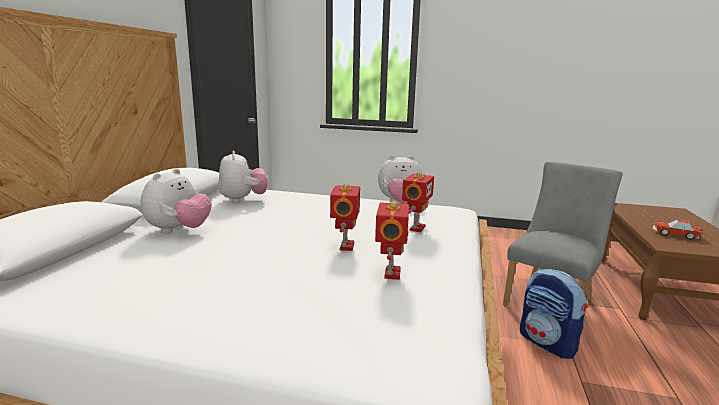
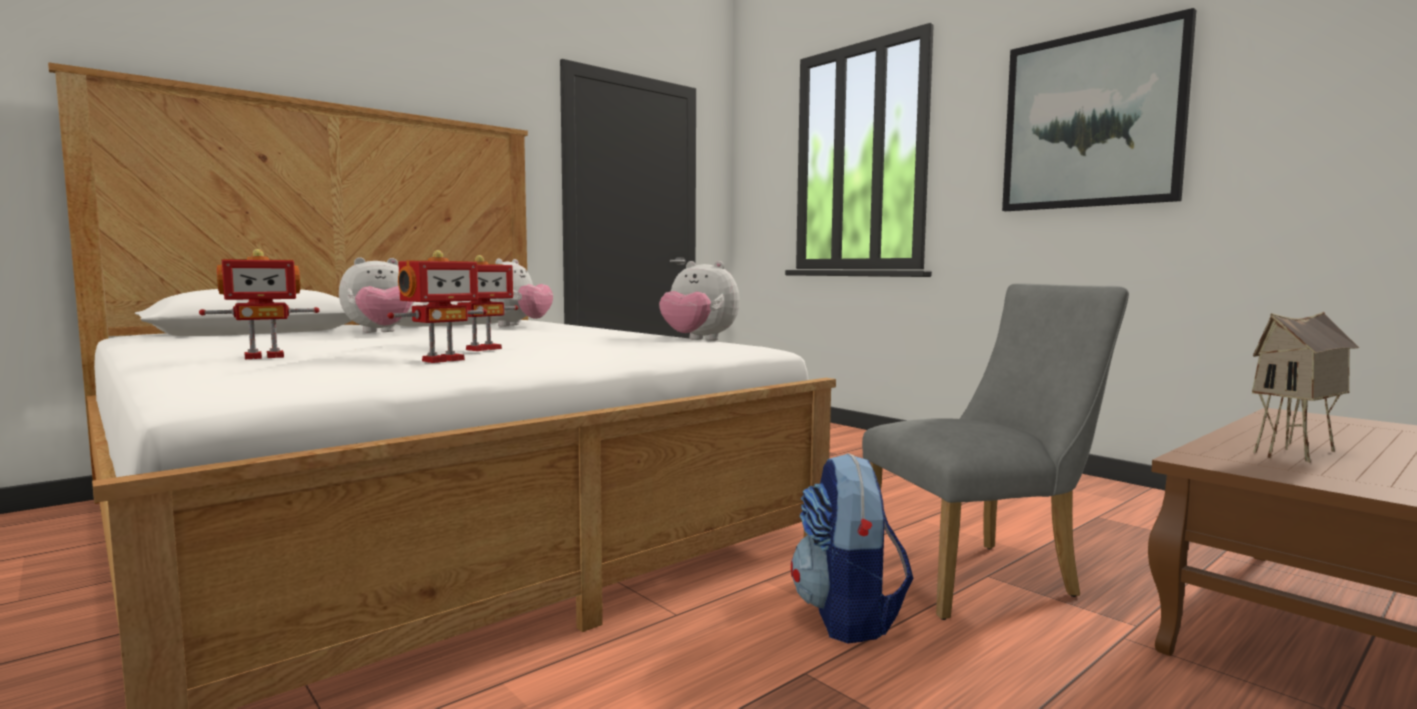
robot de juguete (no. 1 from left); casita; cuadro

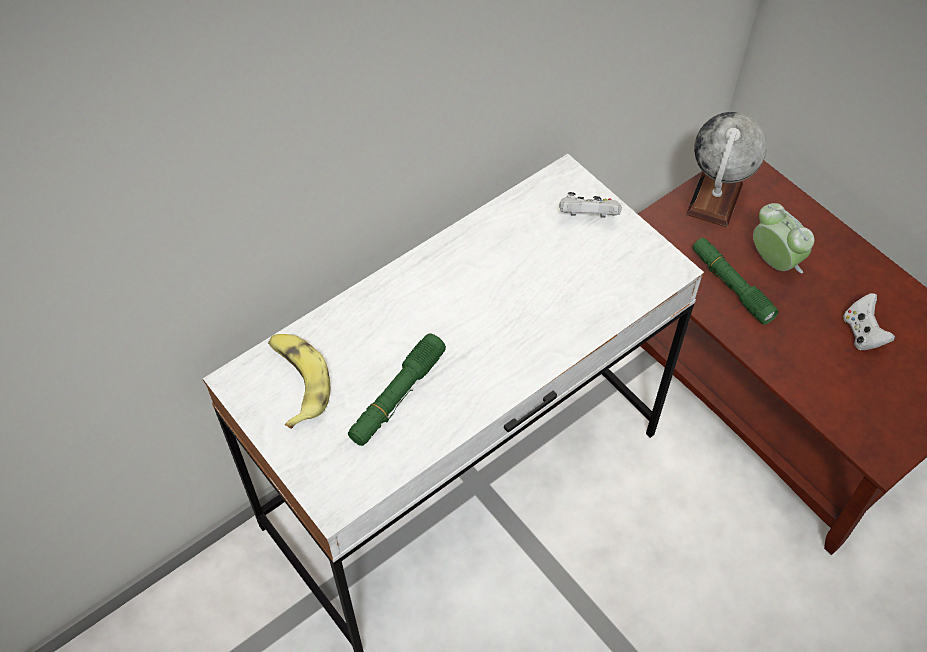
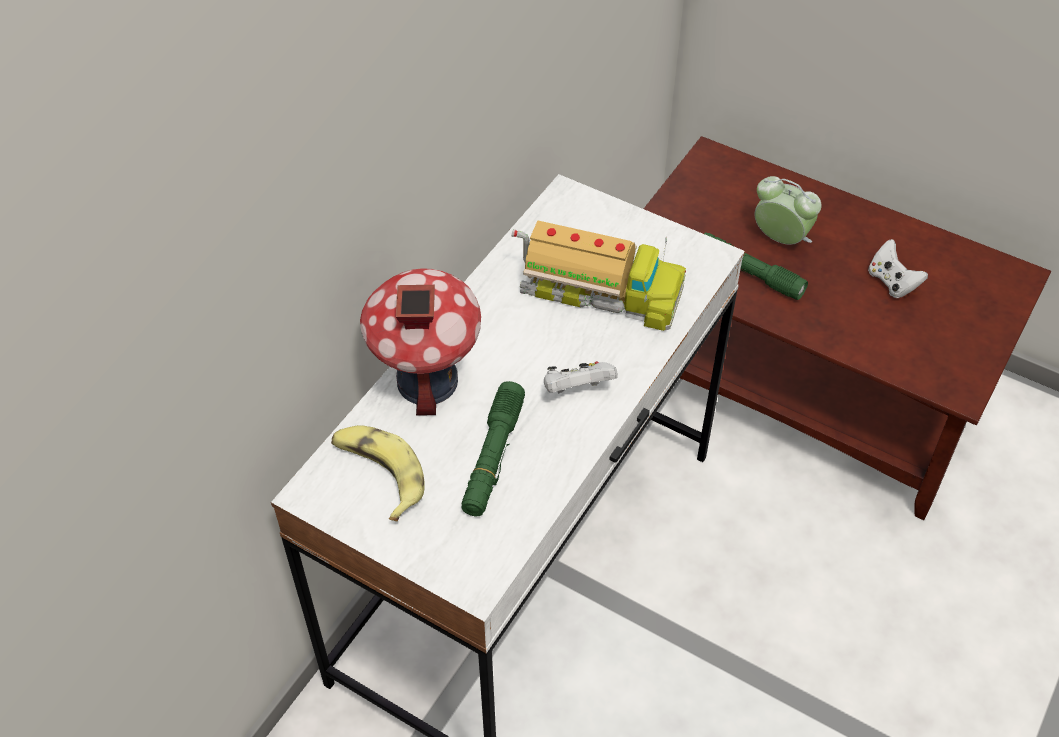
mando de consola/blanco (no. 1 from left); globo terráqueo; casita; camión de juguete

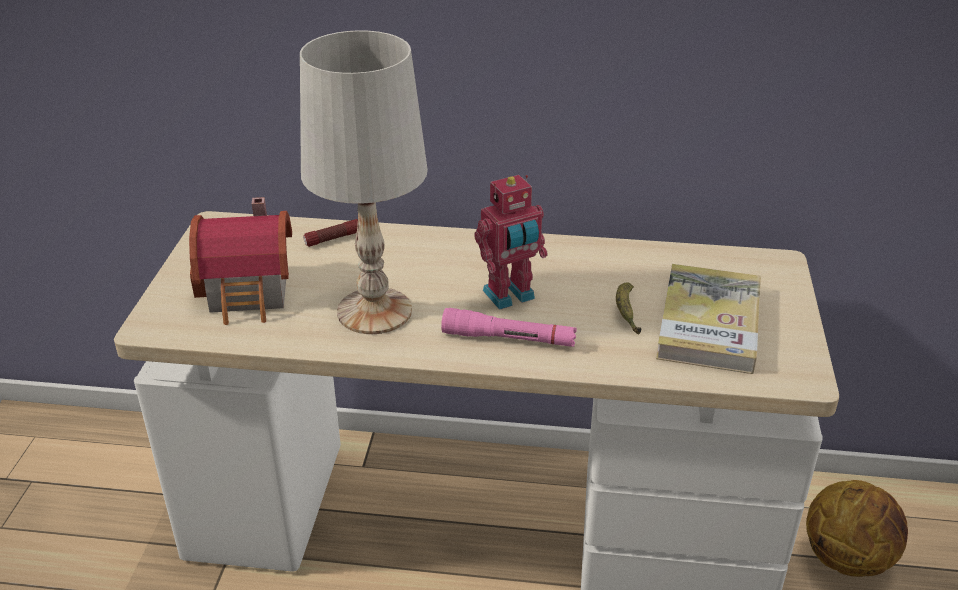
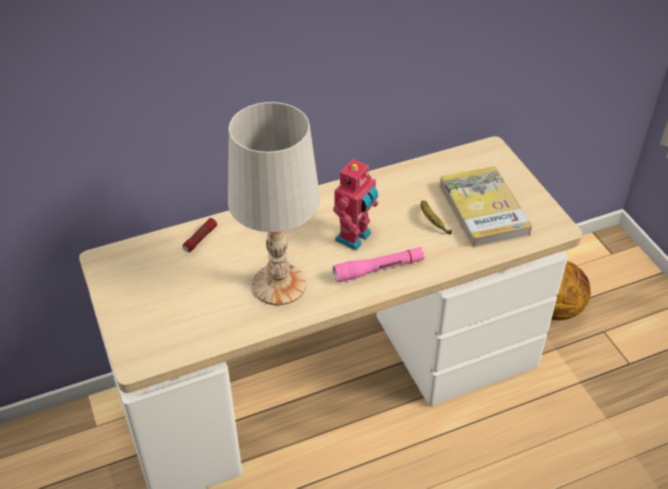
casita

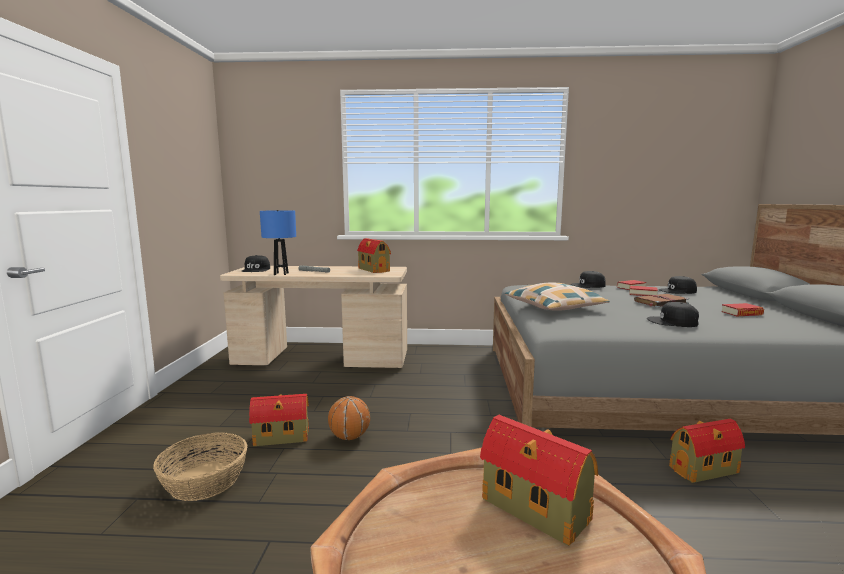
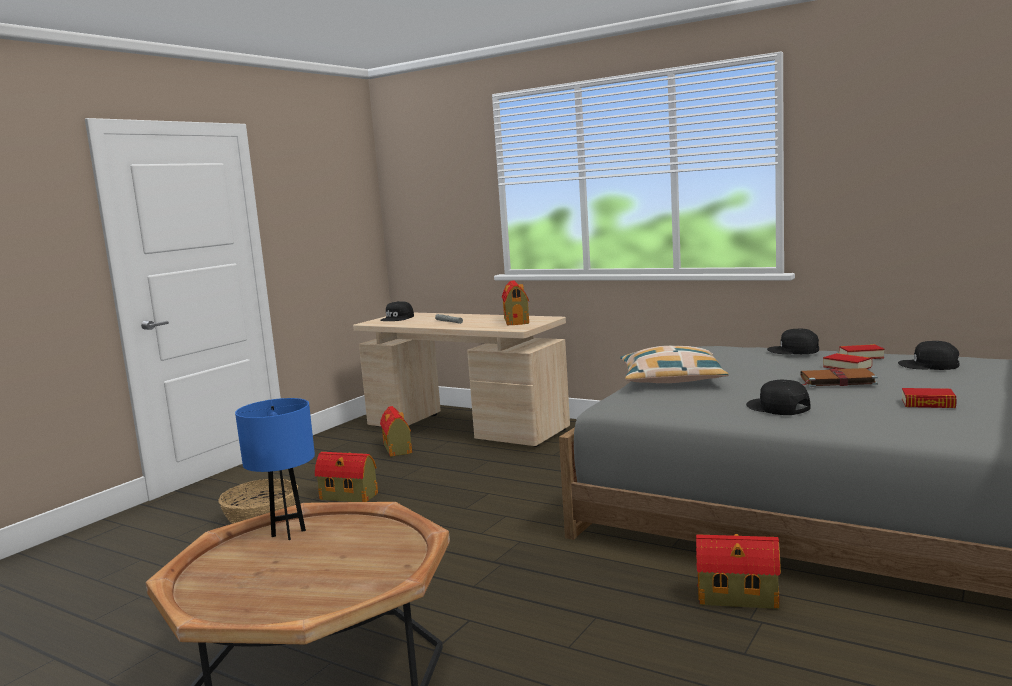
lámpara de mesa/azul; balón de baloncesto; casita (no. 2 from left)

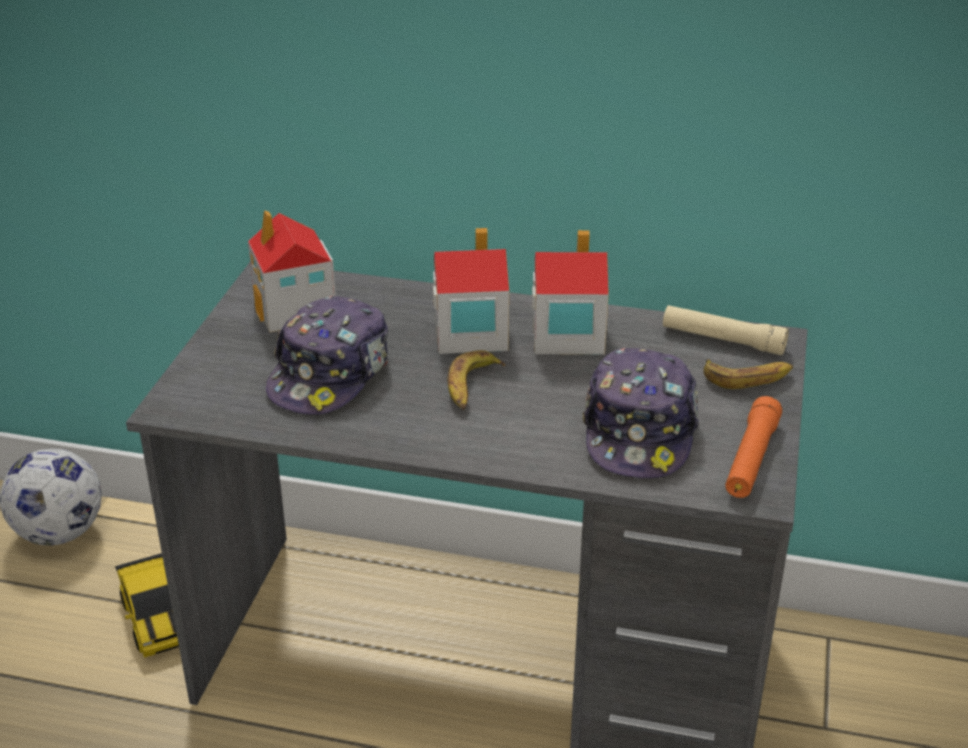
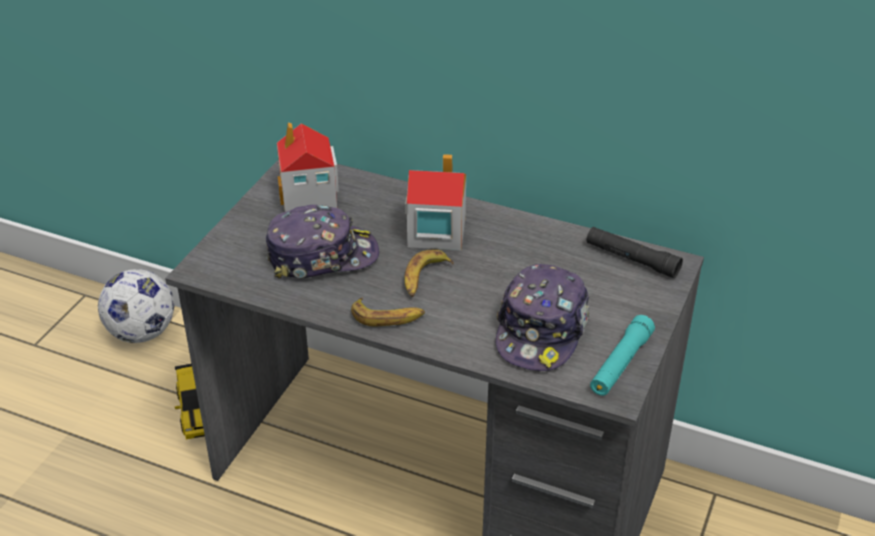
gorra (no. 1 from left); casita (no. 3 from left in the first image); linterna/negro; plátano (no. 1 from left); linterna/turquesa

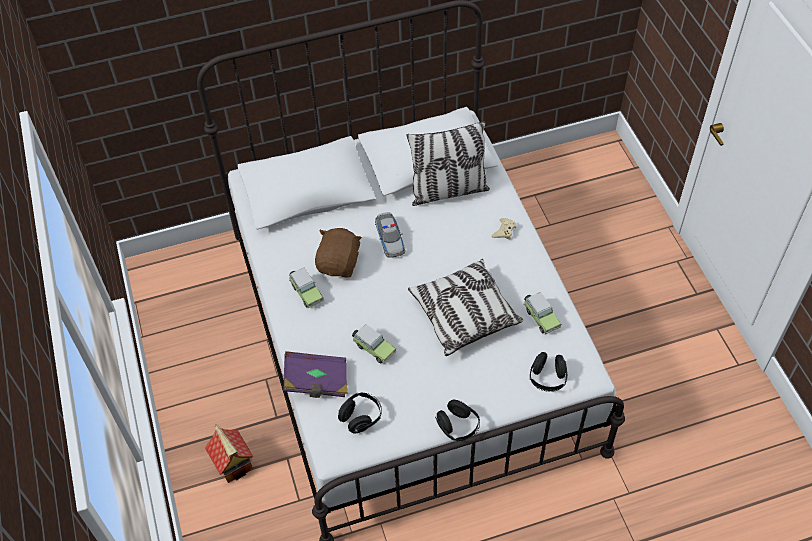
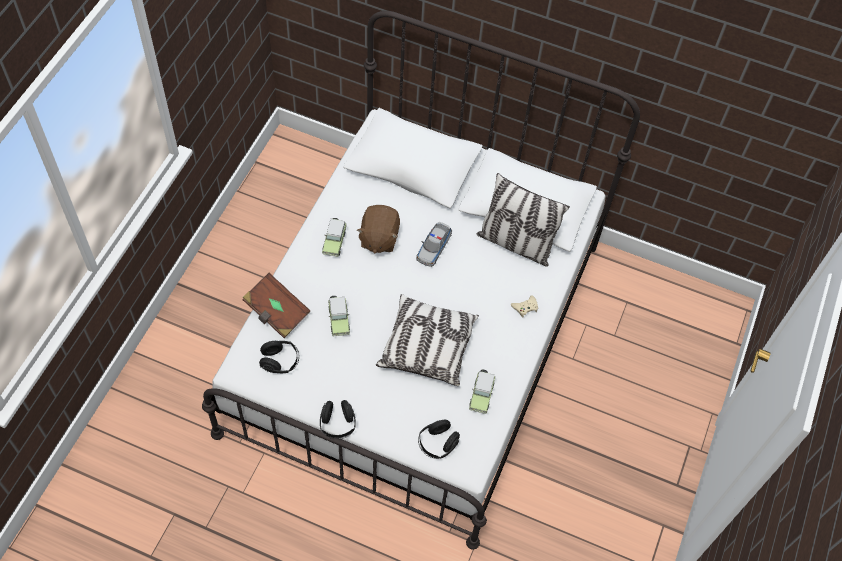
casita; libro/marrón; peluche/marrón

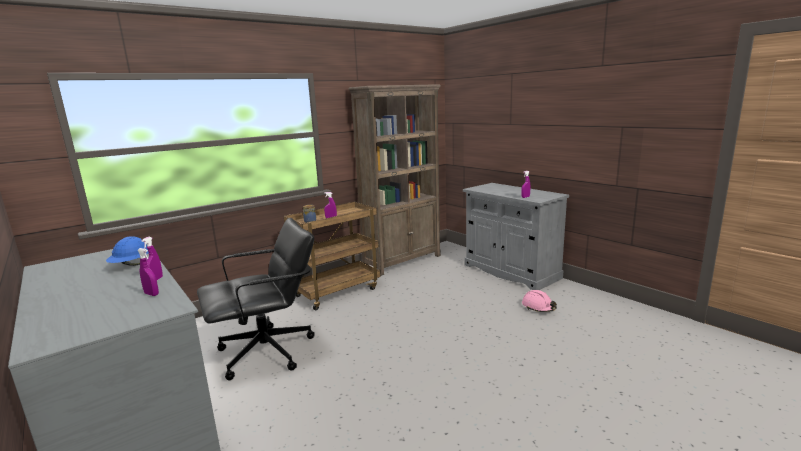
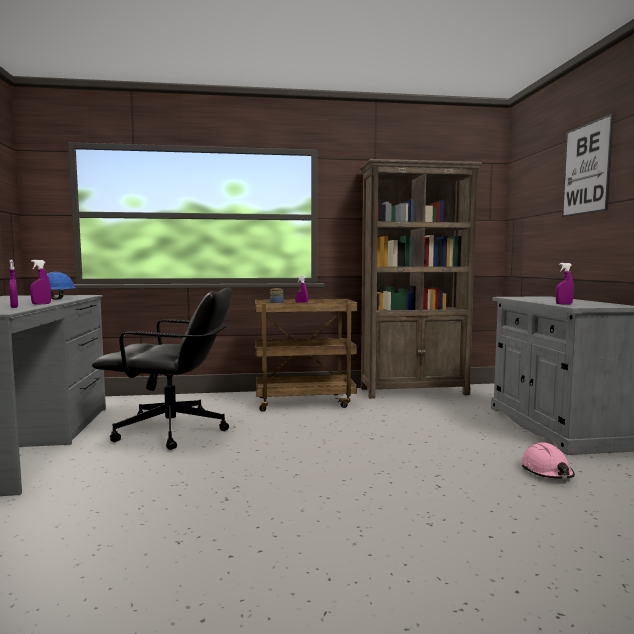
cuadro

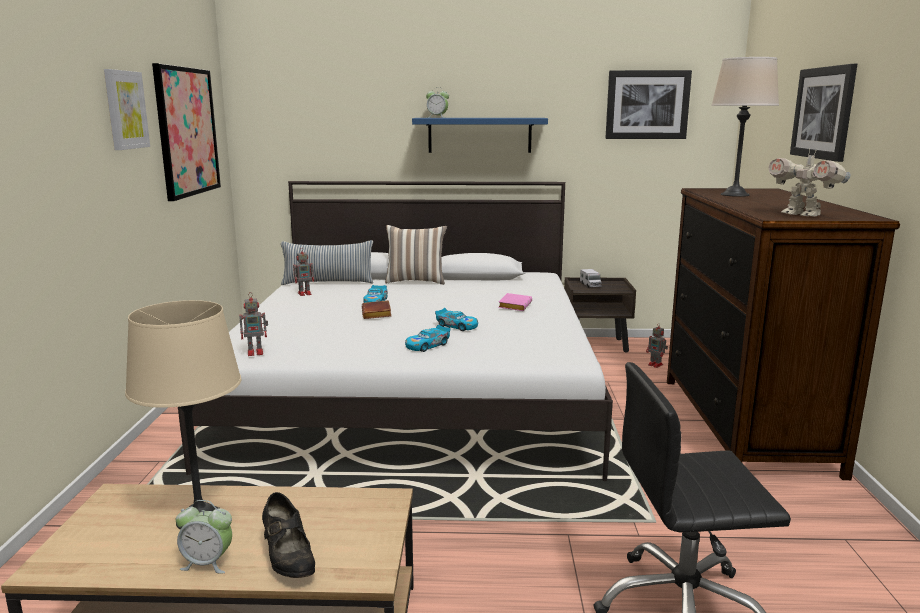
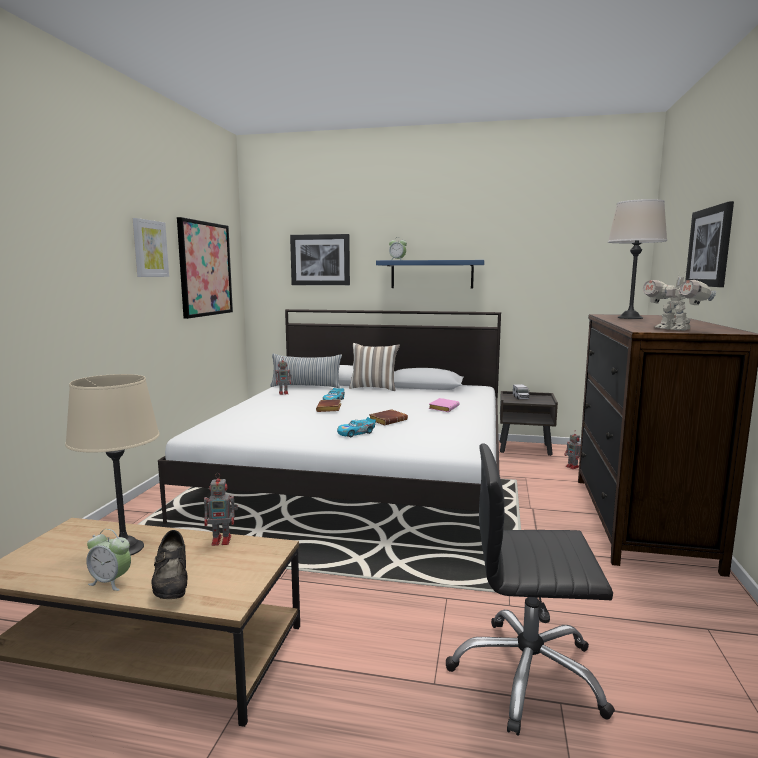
robot de juguete (no. 1 from left); libro/marrón (no. 2 from left); cuadro (no. 3 from left)

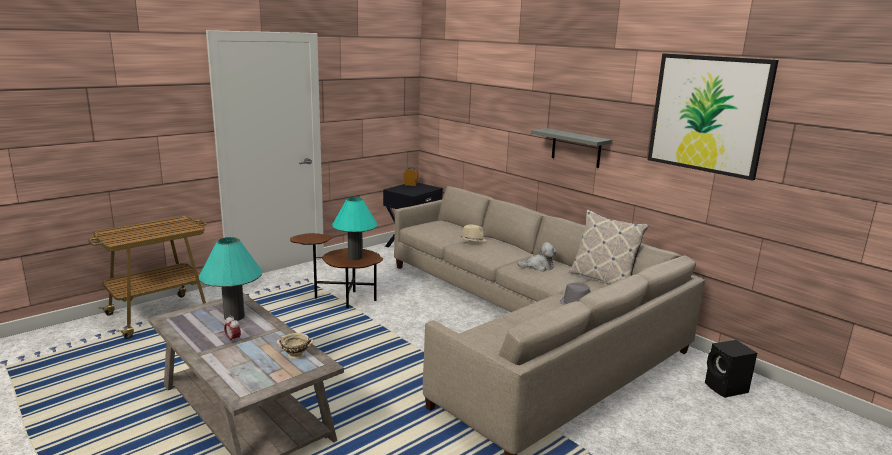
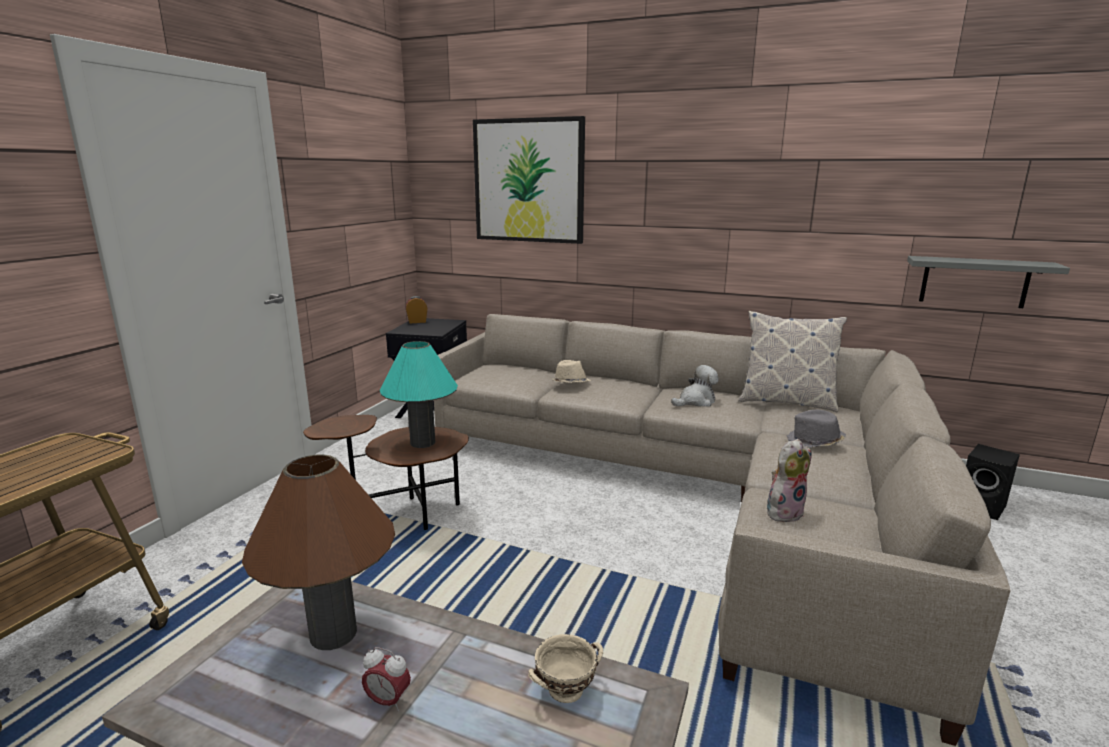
lámpara de mesa/marrón; estante/gris; cuadro; peluche (no. 2 from left)

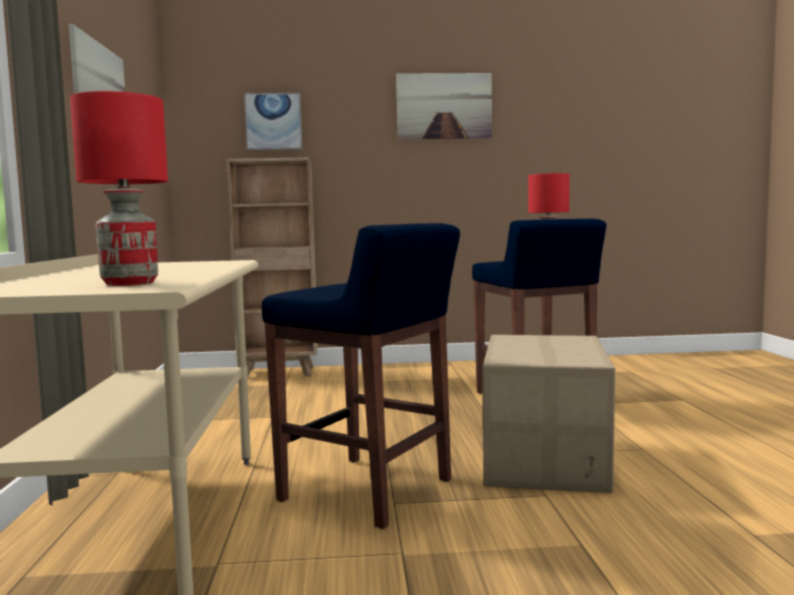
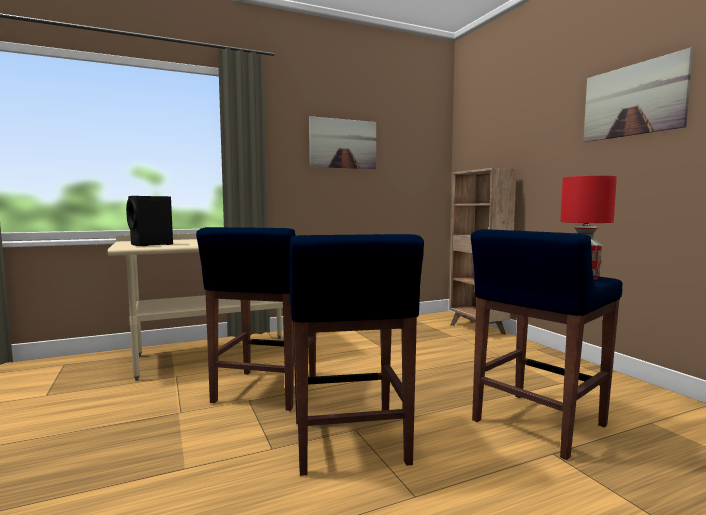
altavoz/negro; cuadro (no. 2 from left in the first image); taburete/azul (no. 2 from left)

